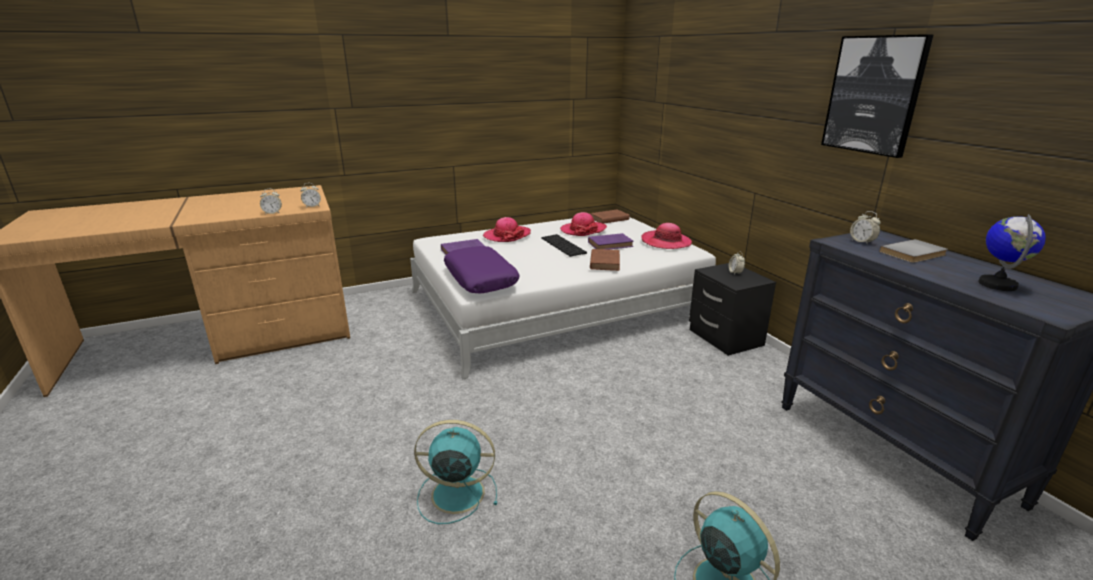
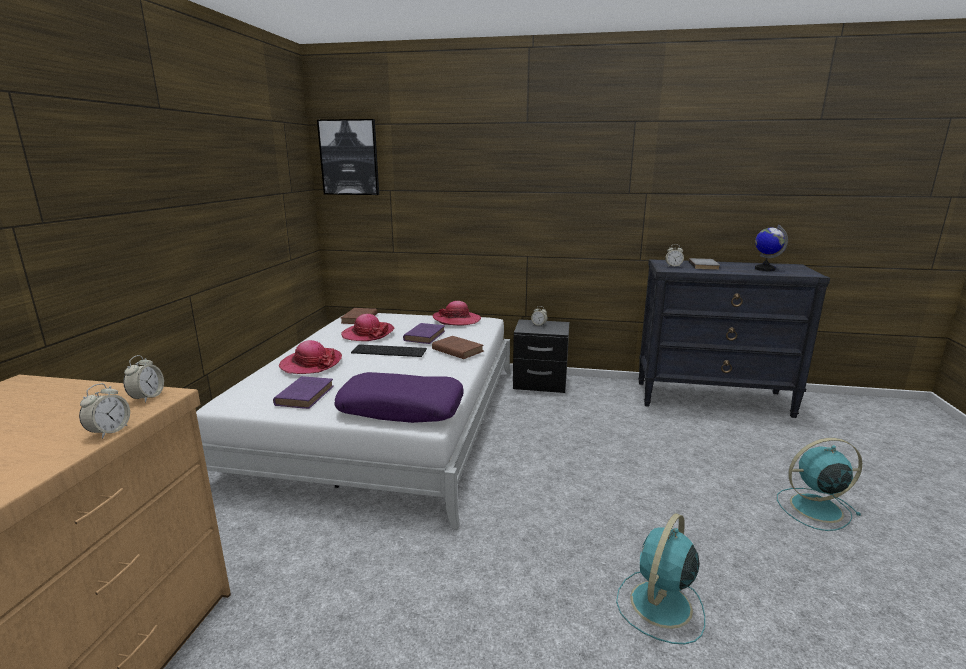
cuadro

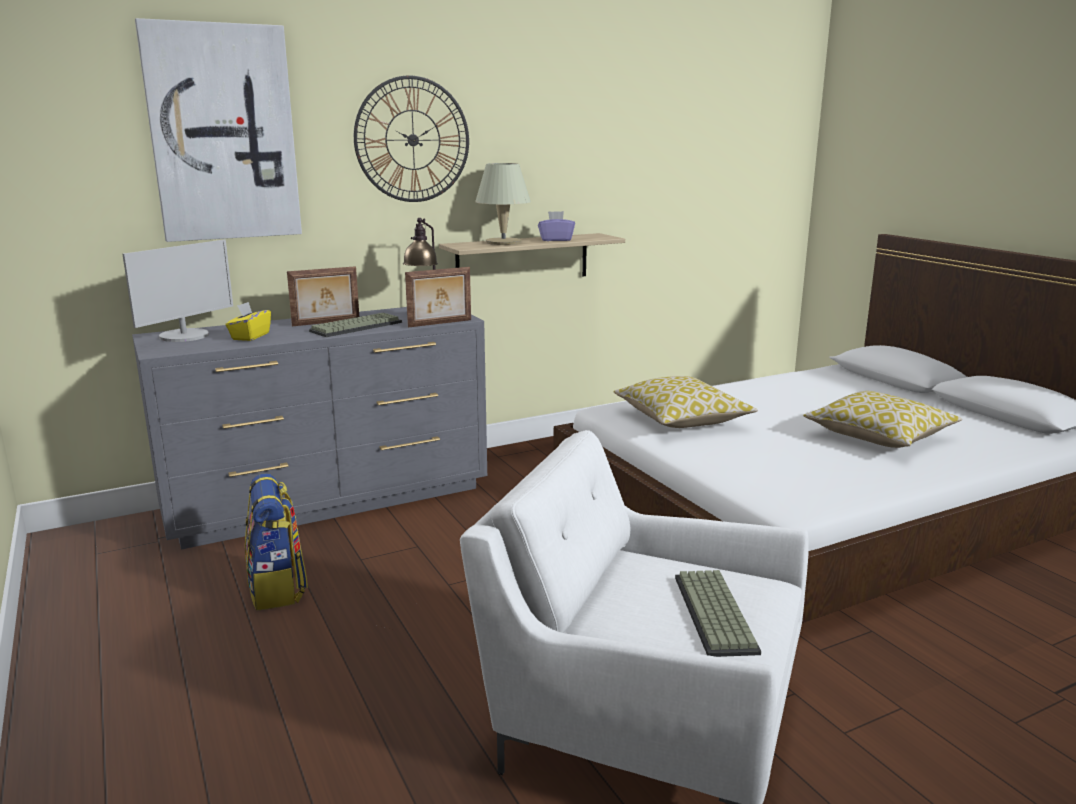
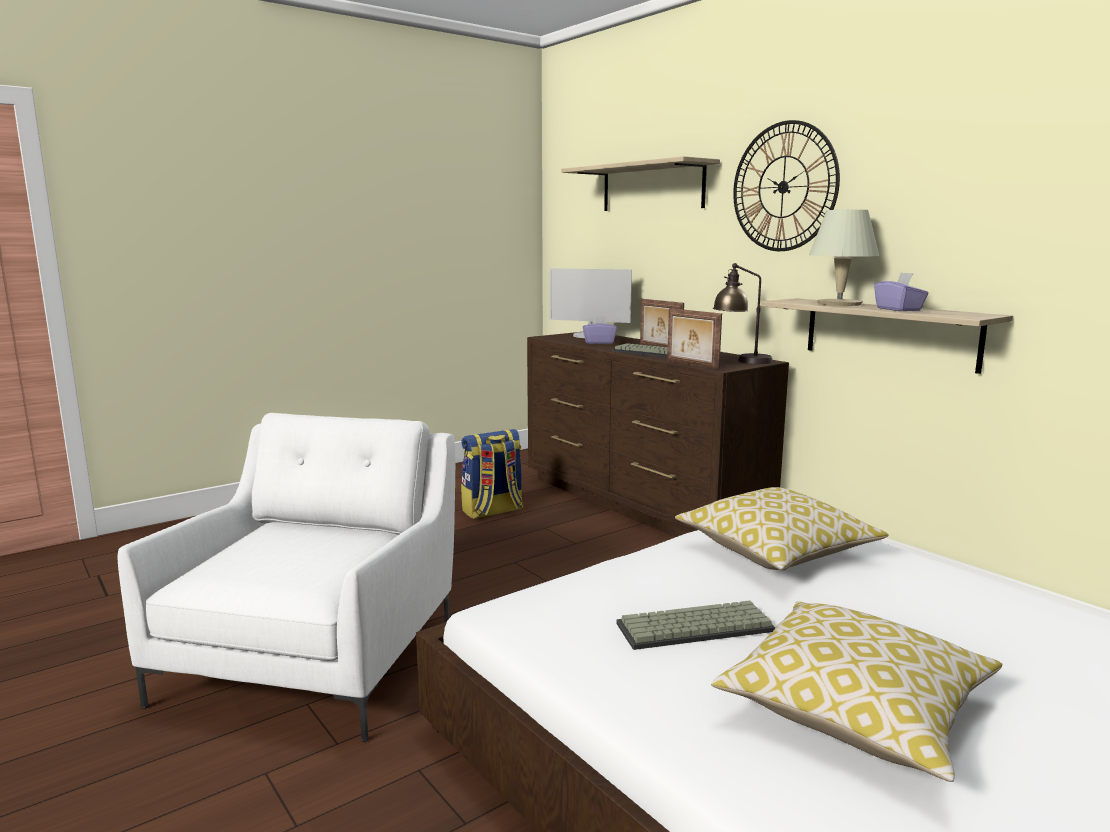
cómoda/marrón; estante (no. 1 from left); caja de pañuelos/morado (no. 1 from left); teclado (no. 2 from left)

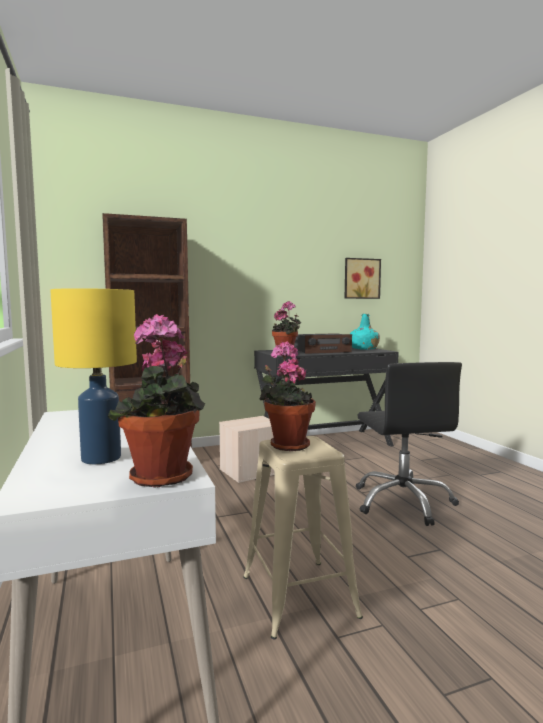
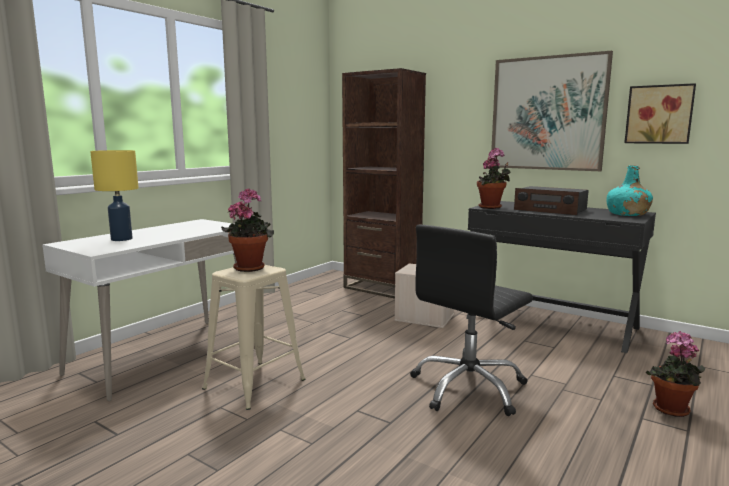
planta en maceta (no. 3 from left); cuadro (no. 1 from left)

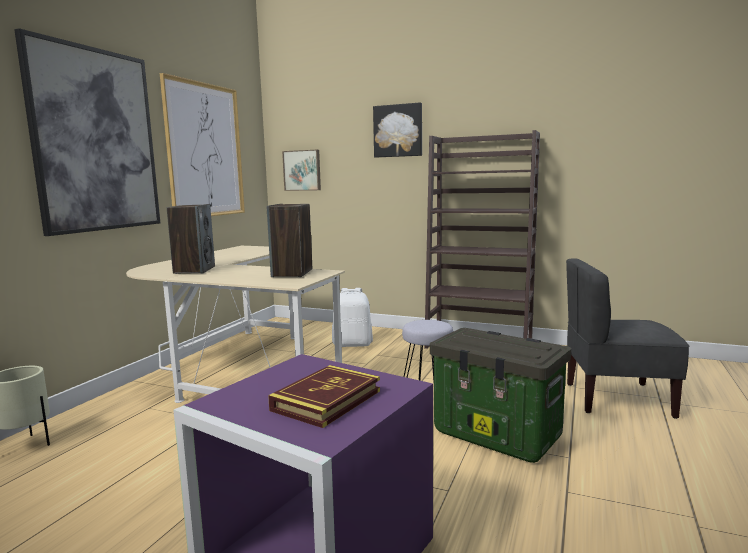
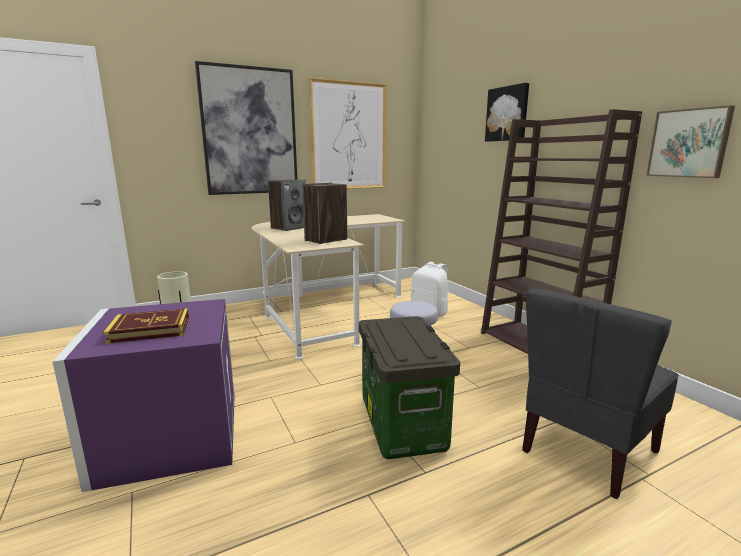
cuadro (no. 4 from left); silla/gris

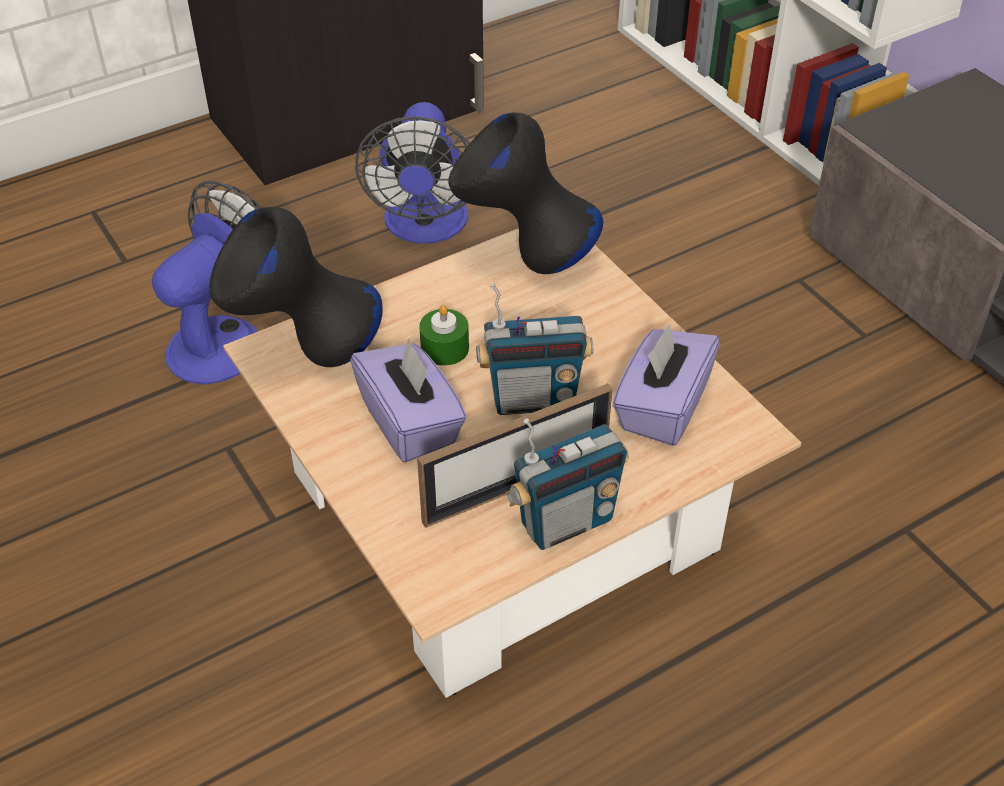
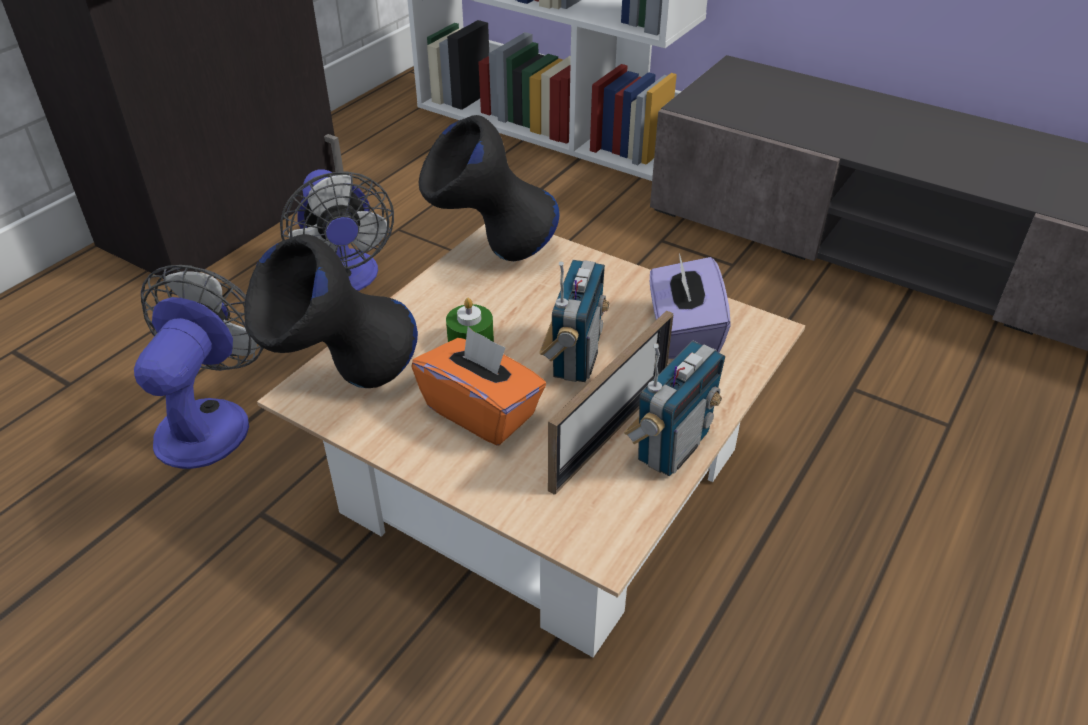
caja de pañuelos/naranja; radio (no. 1 from left)

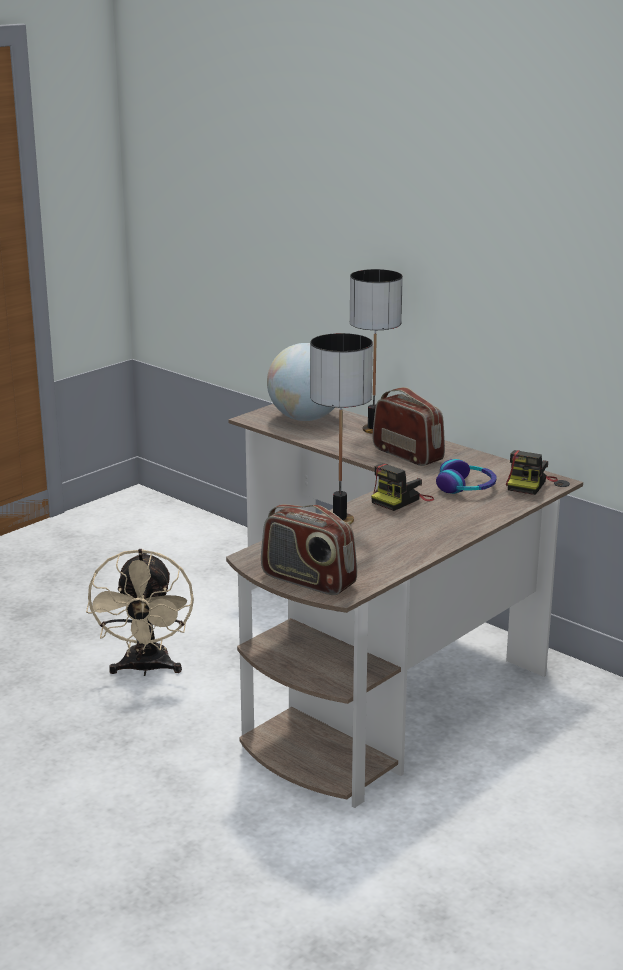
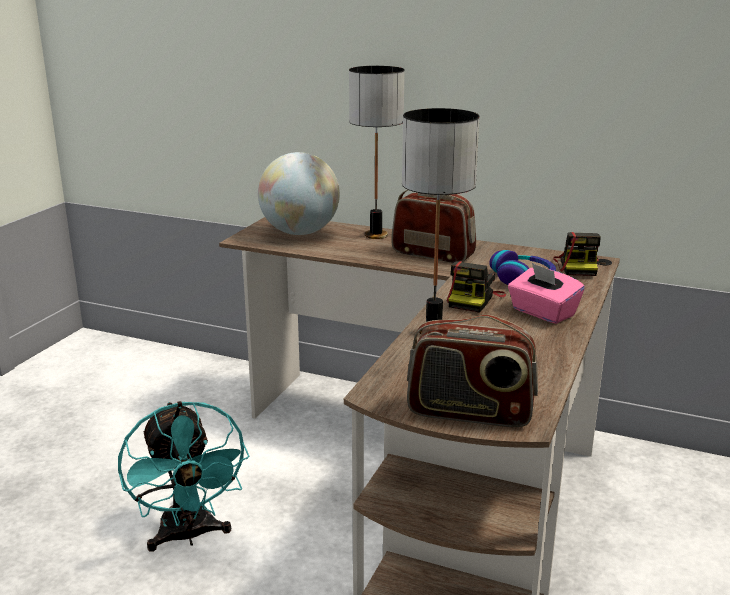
ventilador/turquesa; caja de pañuelos/rosa

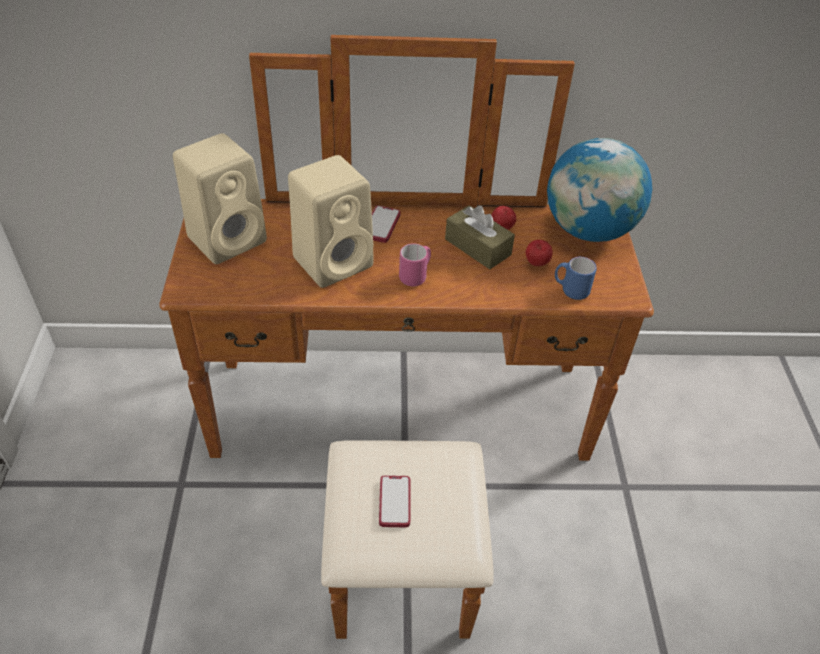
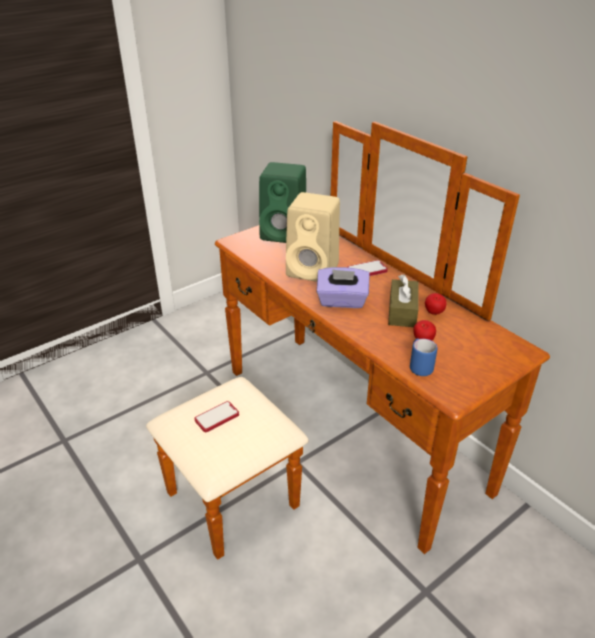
altavoz/verde; caja de pañuelos/morado; globo terráqueo

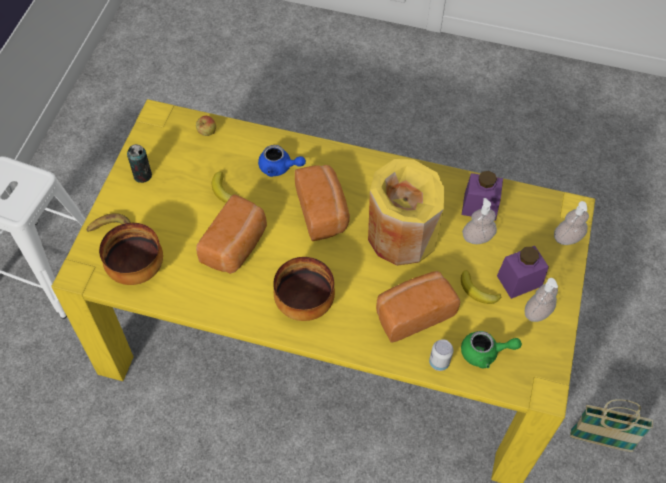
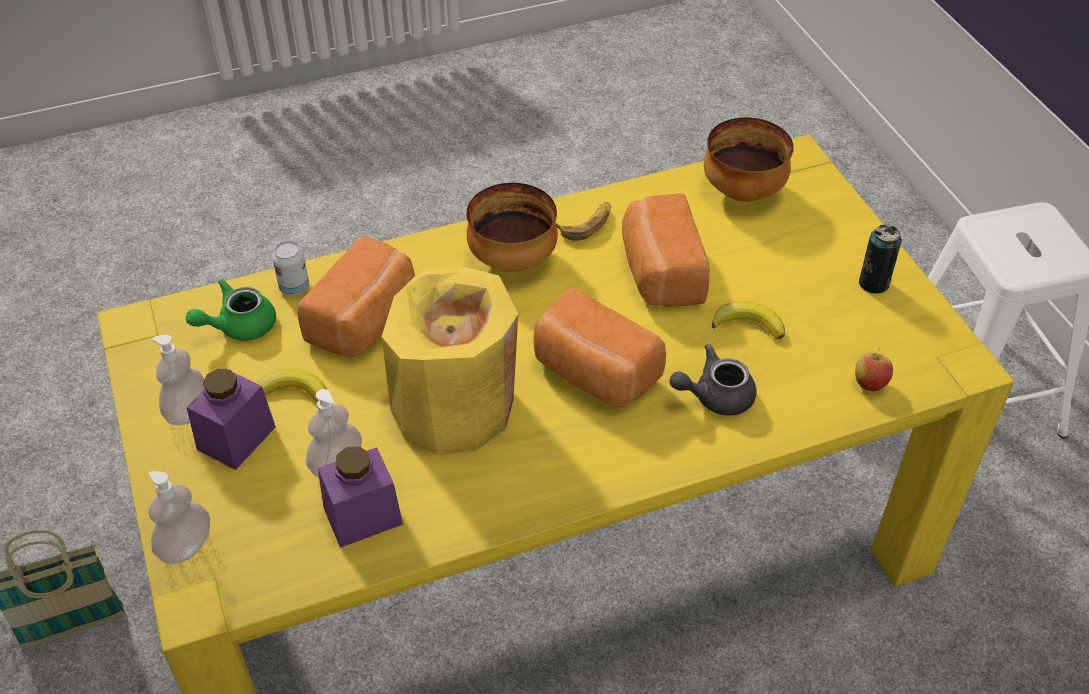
plátano (no. 2 from left); tetera/gris

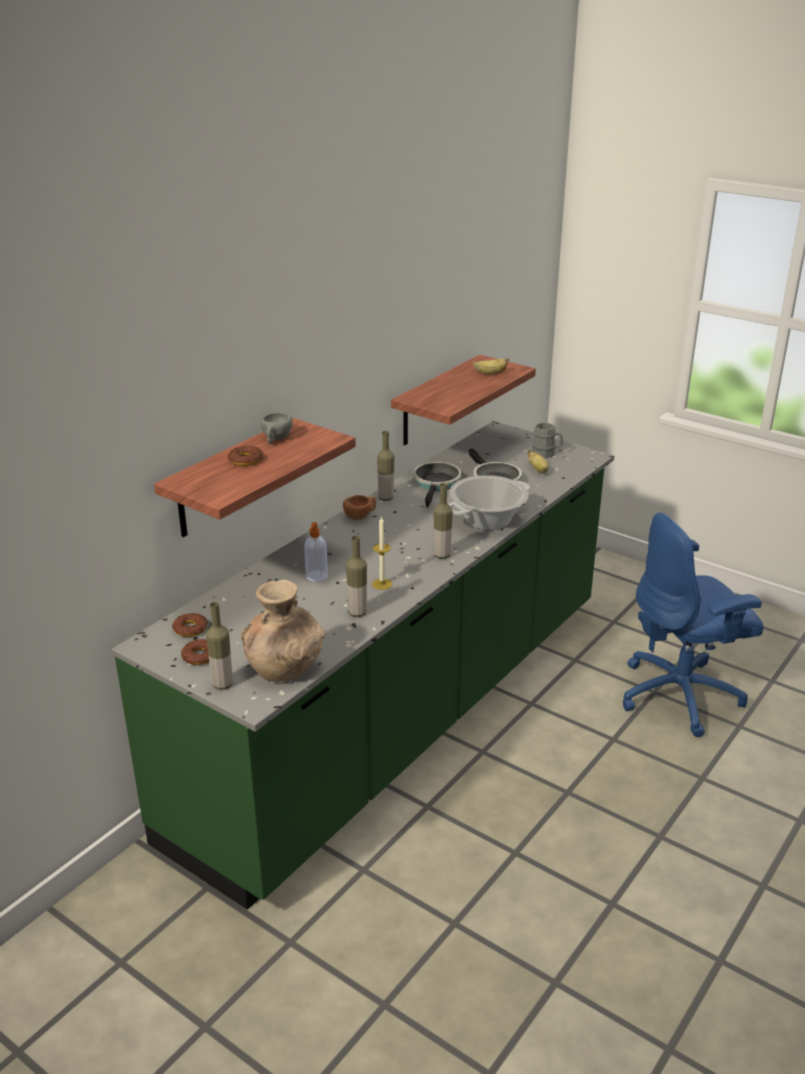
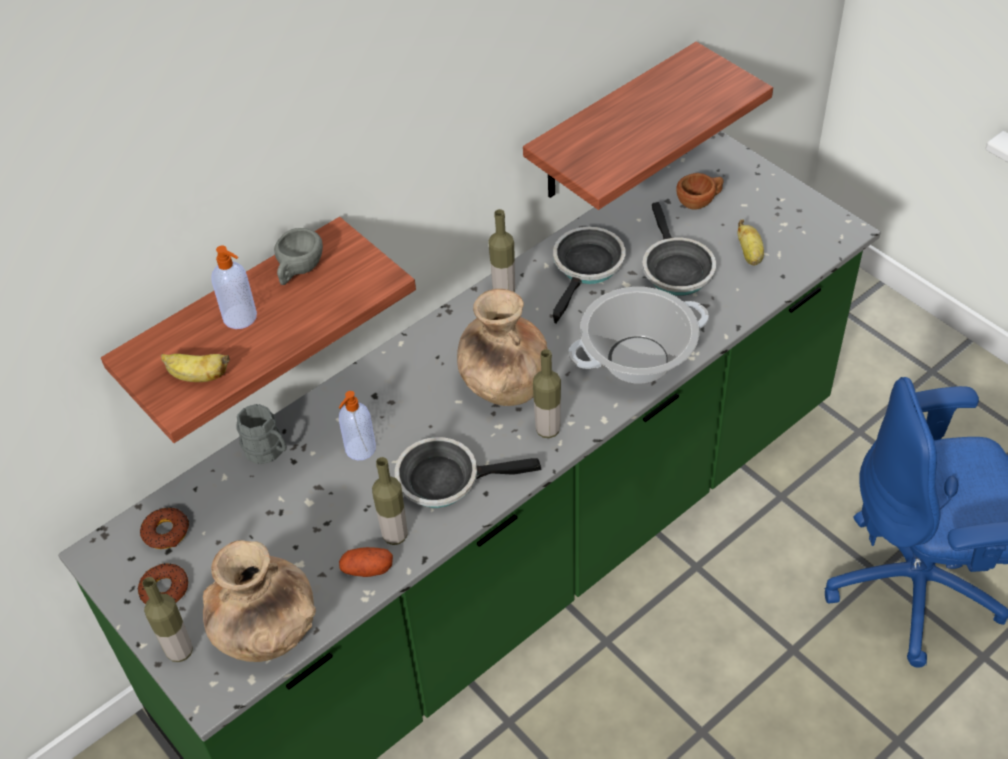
dispensador de jabón (no. 1 from left); taza/marrón; sartén (no. 1 from left); plátano (no. 1 from left); taza grande/gris; patata; florero/marrón (no. 2 from left)

